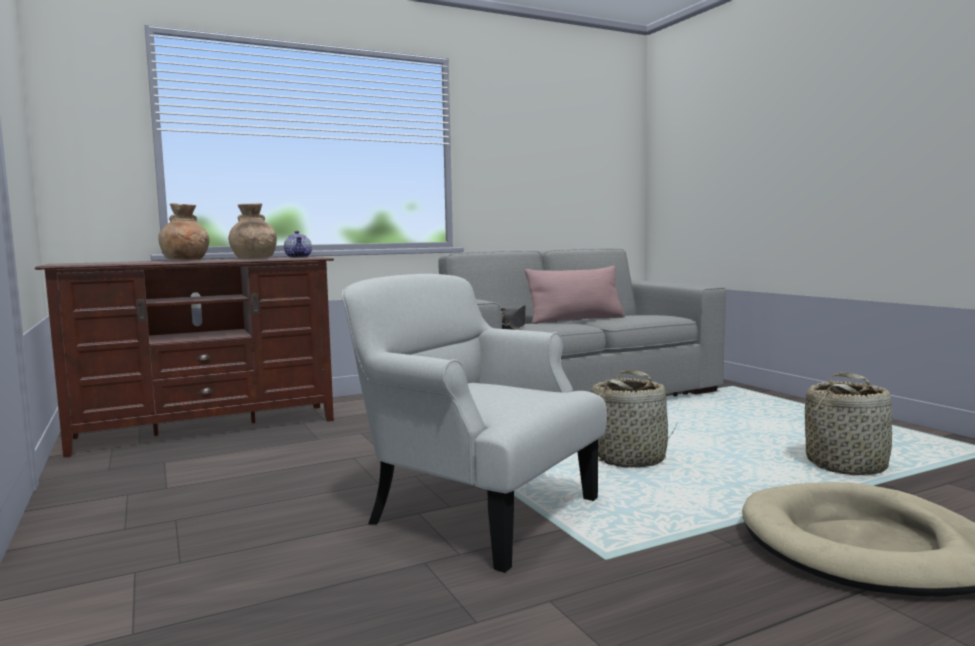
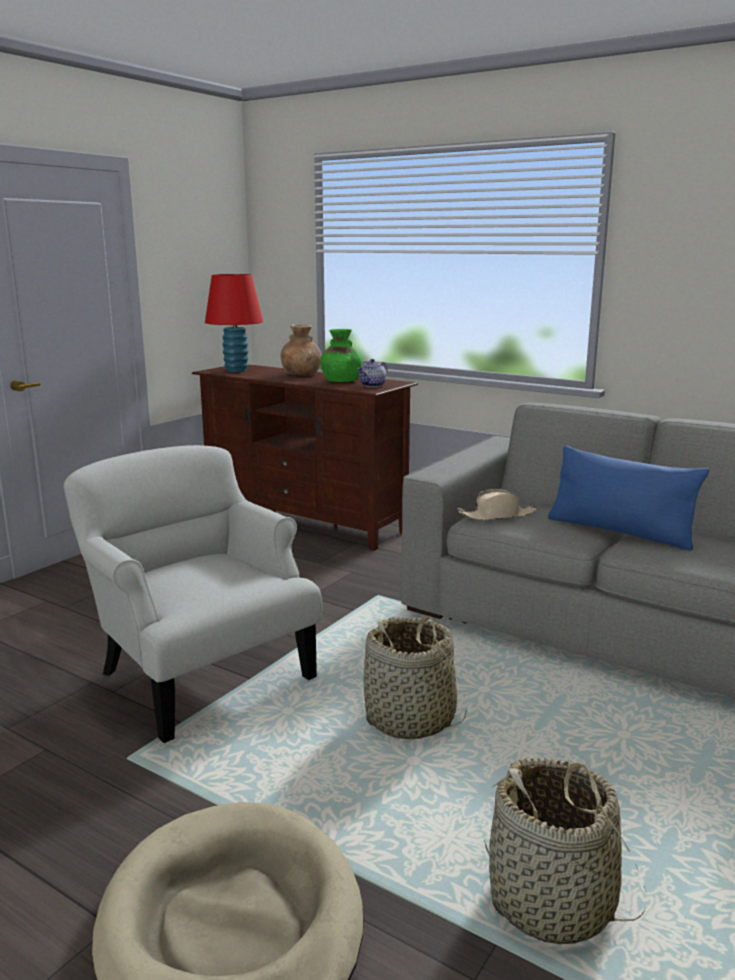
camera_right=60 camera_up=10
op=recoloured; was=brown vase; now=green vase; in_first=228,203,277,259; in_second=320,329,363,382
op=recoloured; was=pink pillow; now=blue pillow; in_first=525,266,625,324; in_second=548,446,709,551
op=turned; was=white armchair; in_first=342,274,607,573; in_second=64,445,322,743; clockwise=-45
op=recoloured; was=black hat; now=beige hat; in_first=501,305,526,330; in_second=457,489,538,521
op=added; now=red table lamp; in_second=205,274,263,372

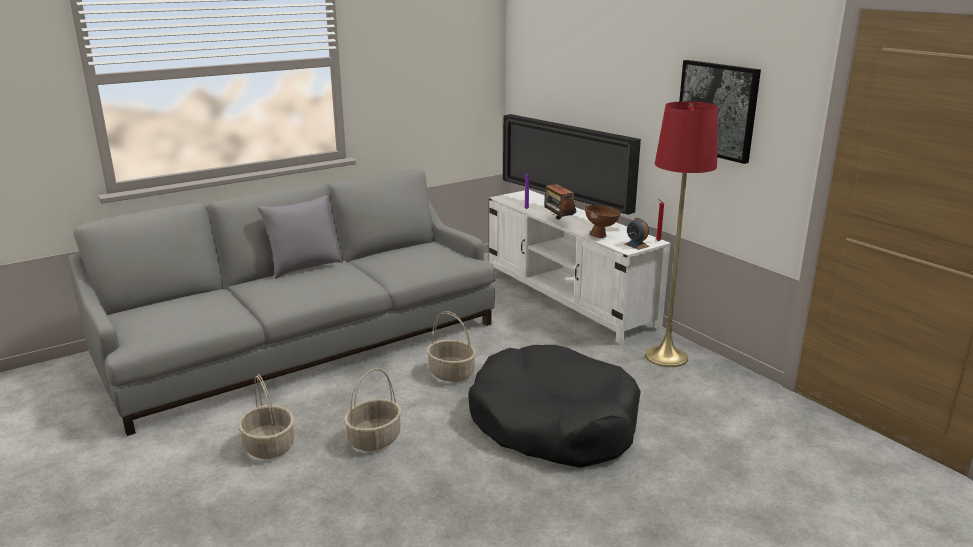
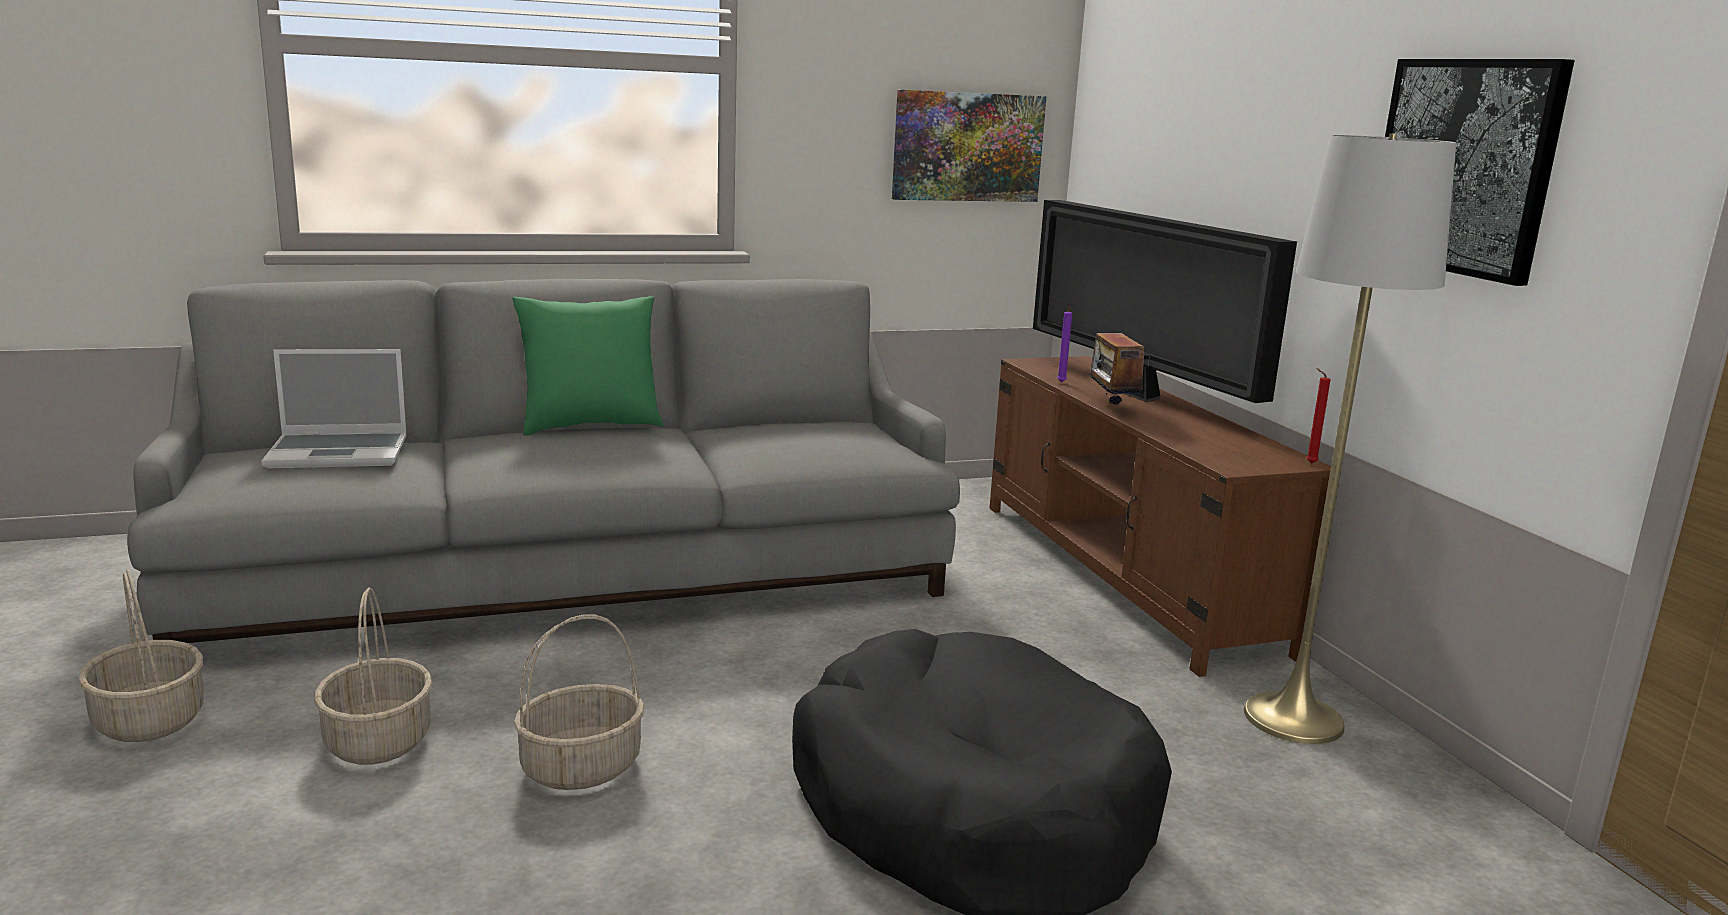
camera_right=15 camera_up=-5
op=recoloured; was=red floor lamp; now=grey floor lamp; in_first=645,101,718,367; in_second=1244,133,1456,744
op=recoloured; was=white tv stand; now=brown tv stand; in_first=489,190,671,345; in_second=989,356,1331,677
op=recoloured; was=grey pillow; now=green pillow; in_first=257,196,343,279; in_second=512,296,664,436
op=removed; was=brown bowl; in_first=585,205,622,238
op=removed; was=alarm clock; in_first=625,218,650,250
op=moved; was=basket; in_first=426,311,476,382; in_second=78,569,204,742
op=added; now=picture; in_second=892,89,1047,202
op=added; now=laptop; in_second=262,349,407,469

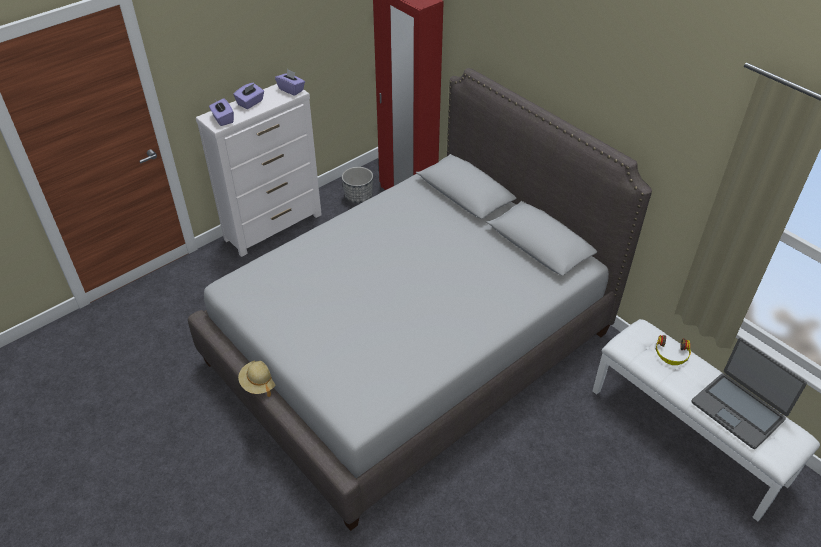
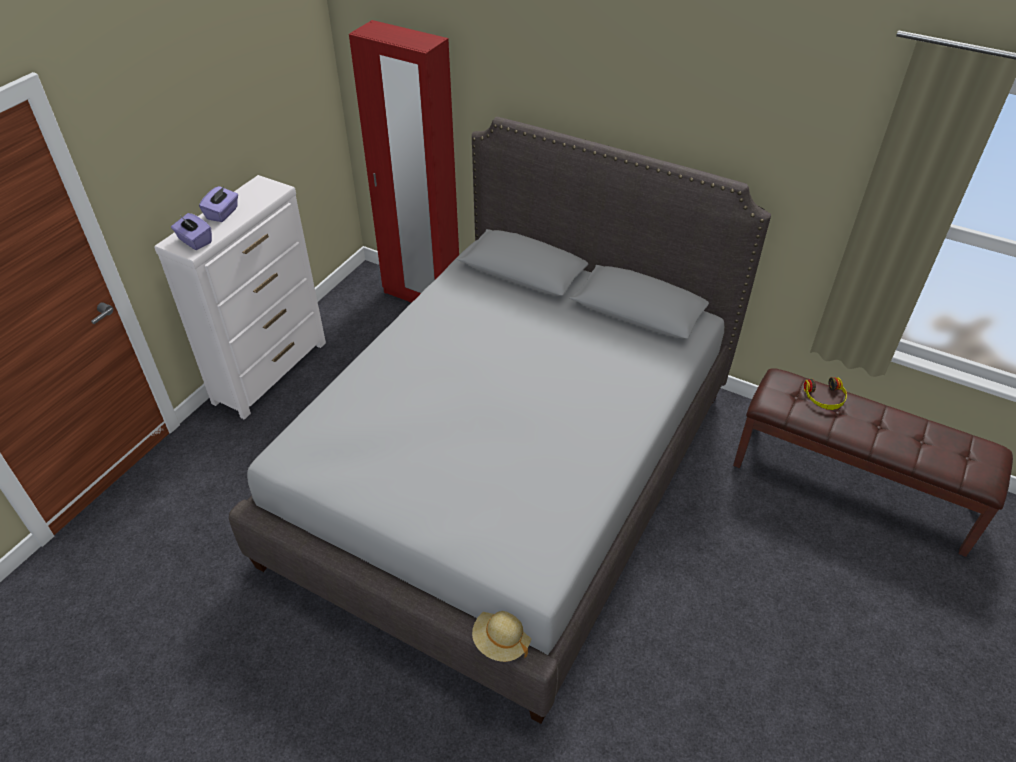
camera_right=-20 camera_up=0
op=removed; was=purple tissue box; in_first=275,69,305,96
op=removed; was=planter; in_first=342,167,373,203
op=recoloured; was=white bench; now=brown bench; in_first=592,319,820,521; in_second=733,368,1013,557
op=removed; was=laptop; in_first=691,338,807,449
op=moved; was=beige hat; in_first=238,361,276,397; in_second=472,611,531,662

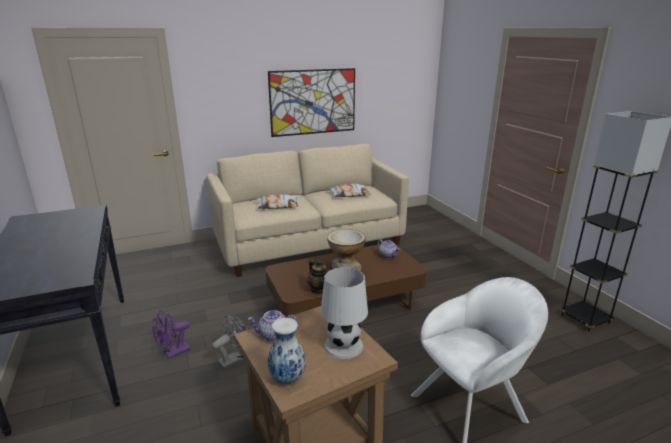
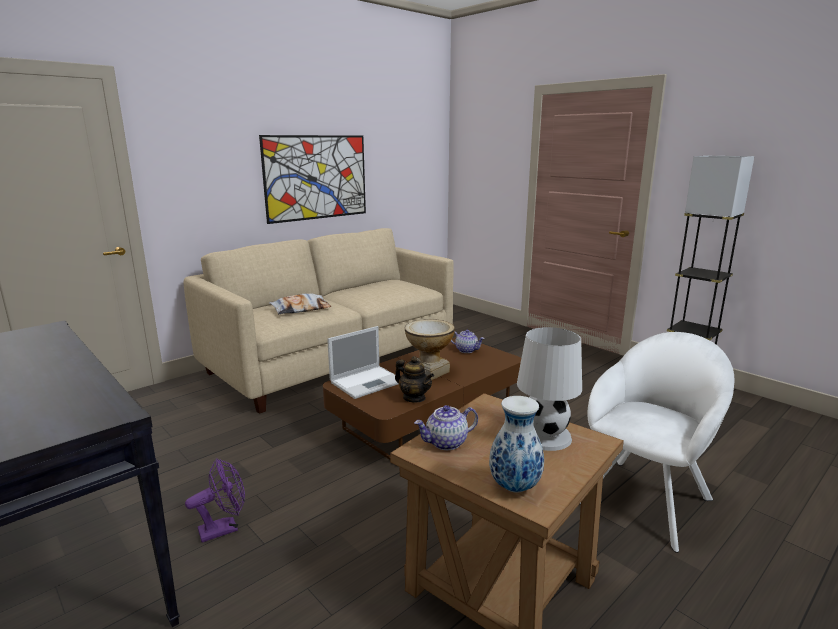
camera_right=-20 camera_up=-5
op=removed; was=pillow; in_first=329,184,371,197
op=turned; was=purple fan; in_first=152,310,190,359; in_second=185,458,245,543; clockwise=-150
op=removed; was=grey fan; in_first=212,315,247,369
op=added; now=laptop; in_second=327,326,399,399

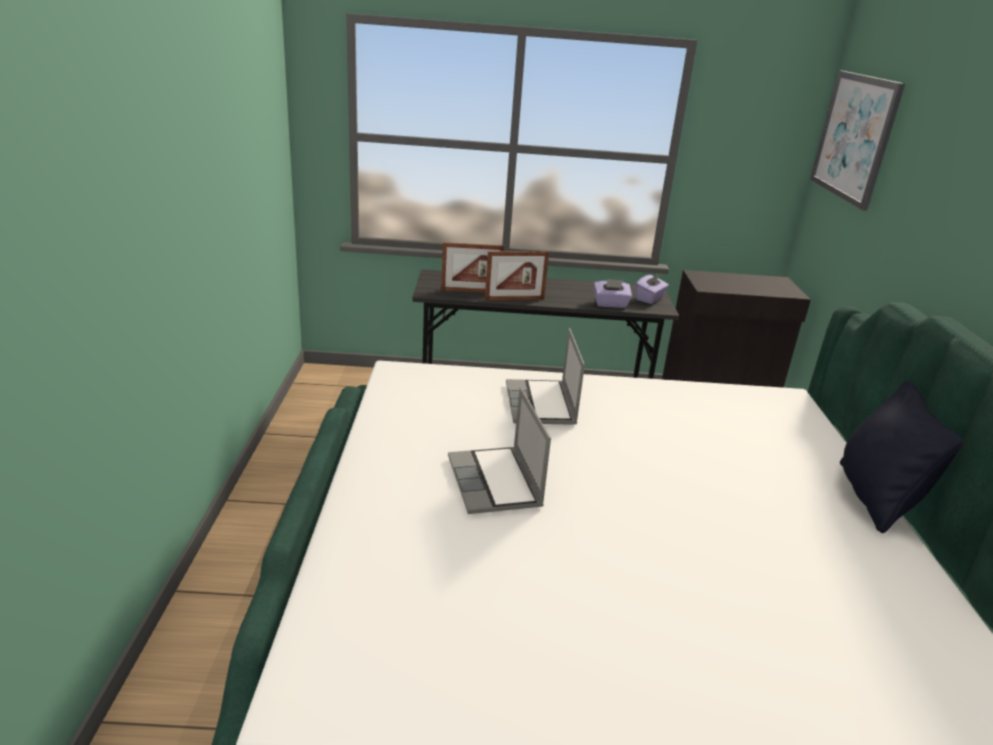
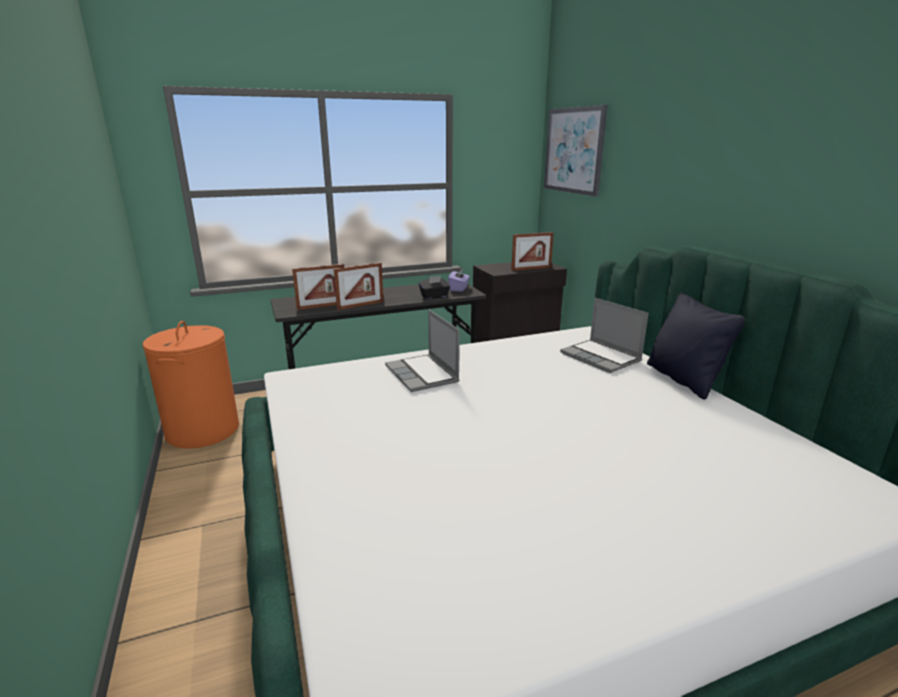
camera_right=-20 camera_up=-5
op=recoloured; was=purple tissue box; now=black tissue box; in_first=594,279,632,308; in_second=418,276,450,299
op=moved; was=laptop; in_first=448,387,551,514; in_second=560,298,649,373
op=added; now=picture frame; in_second=511,232,554,271
op=added; now=orange laundry basket; in_second=142,321,239,449

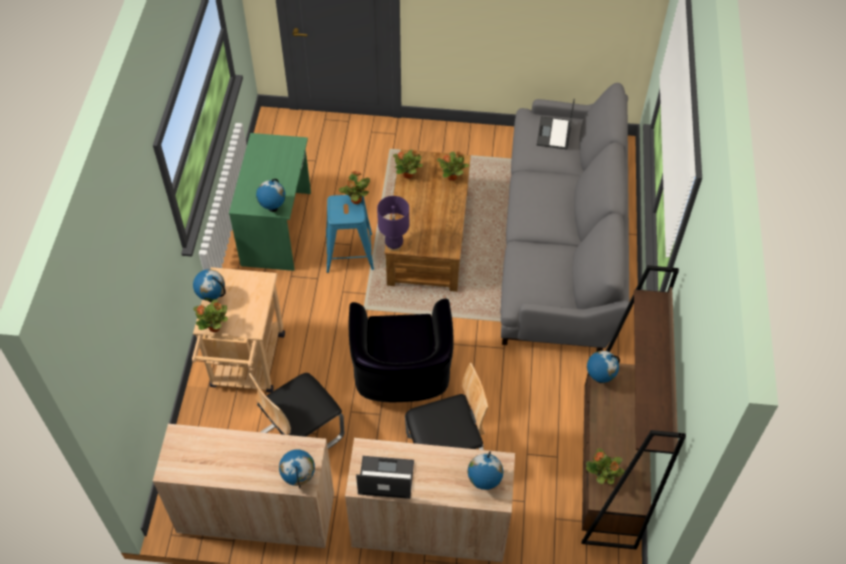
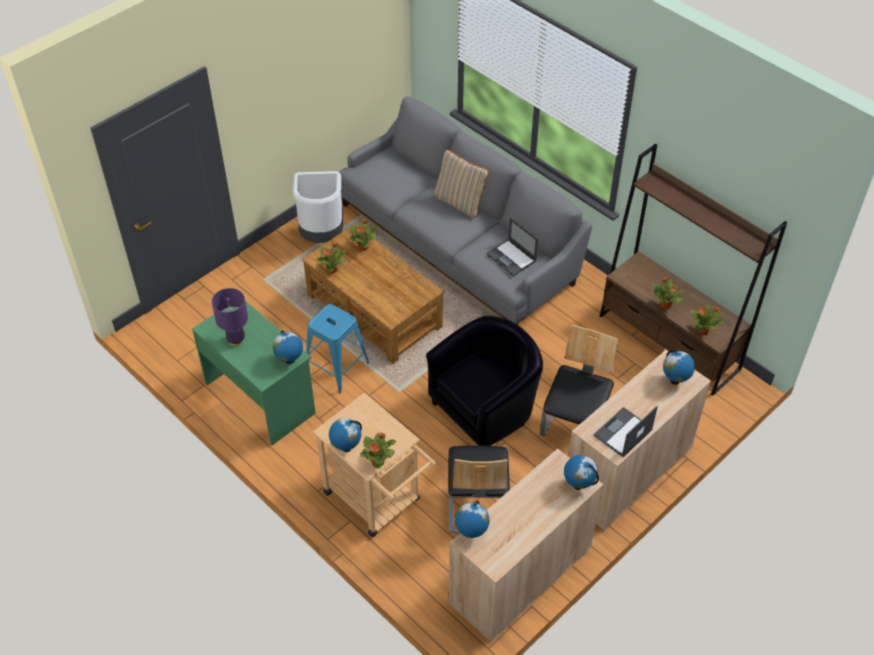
camera_right=-50 camera_up=-5
op=moved; was=laptop; in_first=536,99,575,150; in_second=486,217,538,276
op=moved; was=potted plant; in_first=339,171,370,204; in_second=653,277,685,310
op=moved; was=purple table lamp; in_first=377,196,409,251; in_second=212,288,248,346
op=turned; was=black armchair; in_first=349,298,454,402; in_second=426,316,543,446; clockwise=-75
op=moved; was=globe; in_first=587,351,620,383; in_second=455,501,489,538
op=added; now=beige pillow; in_second=434,150,489,218
op=added; now=white trash can; in_second=293,171,343,243

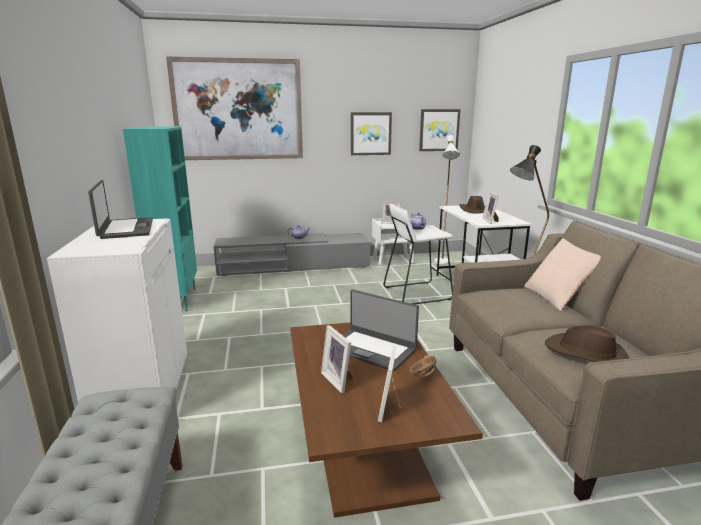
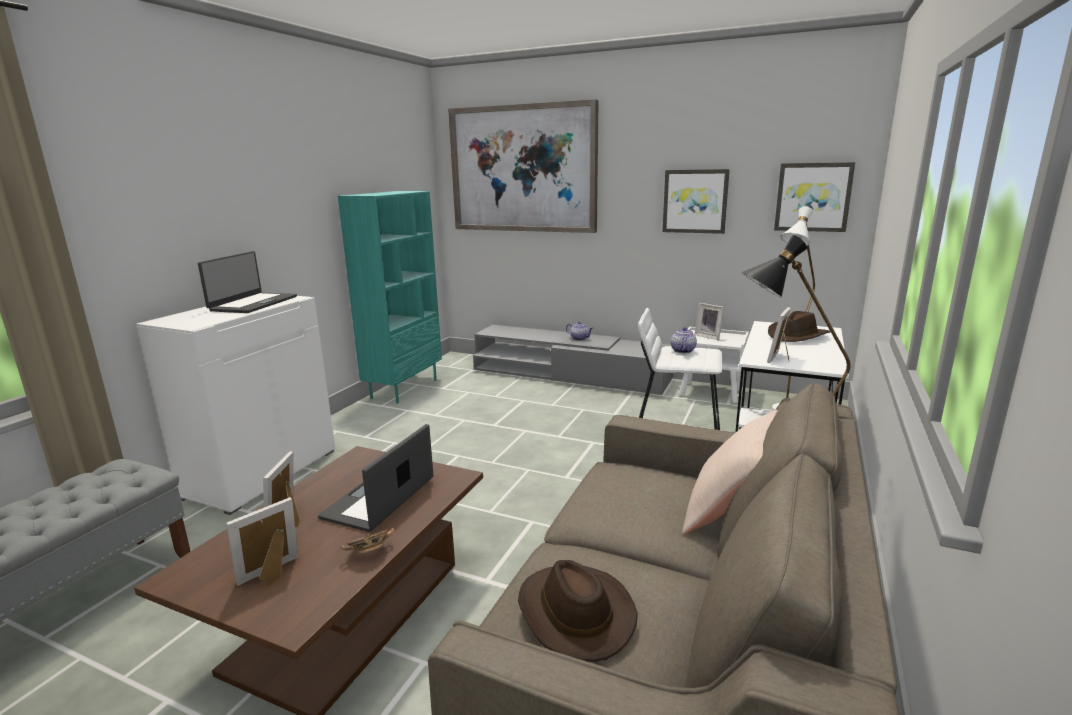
camera_right=35 camera_up=0
op=turned; was=laptop; in_first=342,290,419,371; in_second=318,424,434,532; clockwise=45

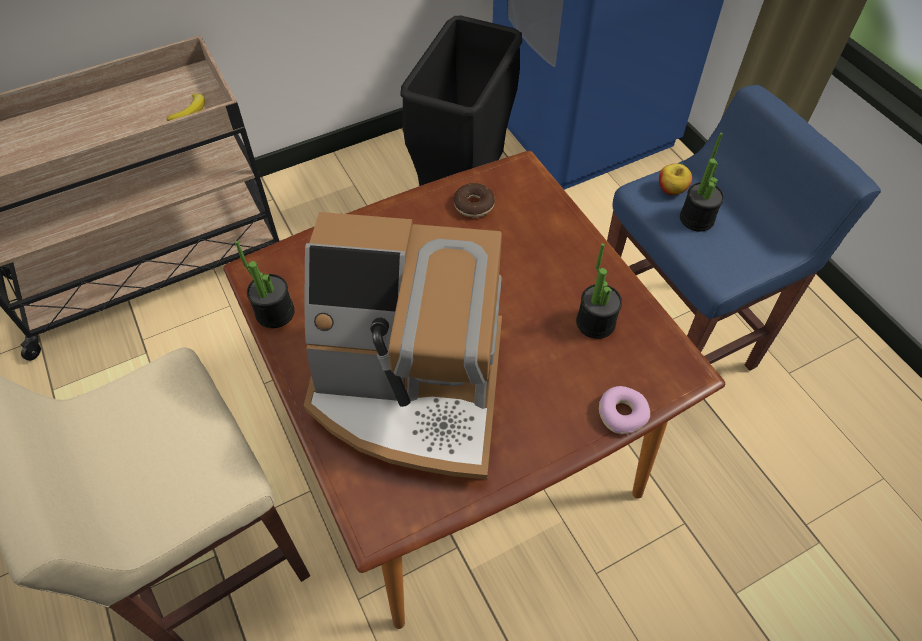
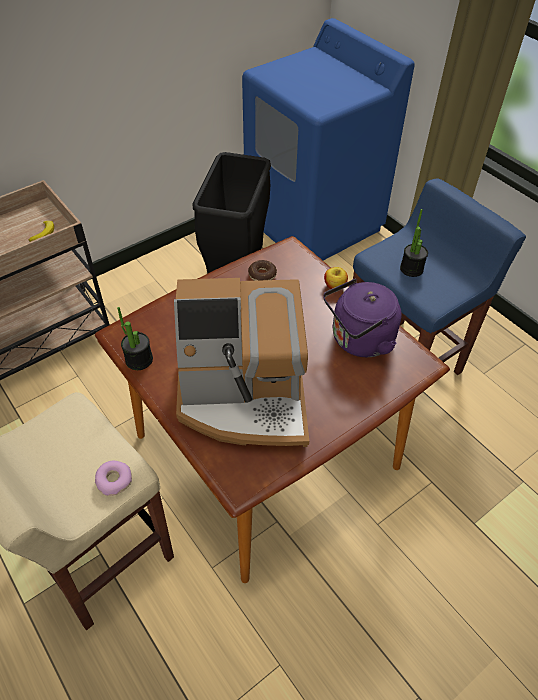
camera_right=-10 camera_up=-5
op=moved; was=apple; in_first=659,164,692,195; in_second=324,267,348,289
op=replaced; was=potted plant; now=purple kettle; in_first=576,243,622,339; in_second=323,278,402,357
op=moved; was=donut; in_first=599,386,650,434; in_second=95,461,132,496

